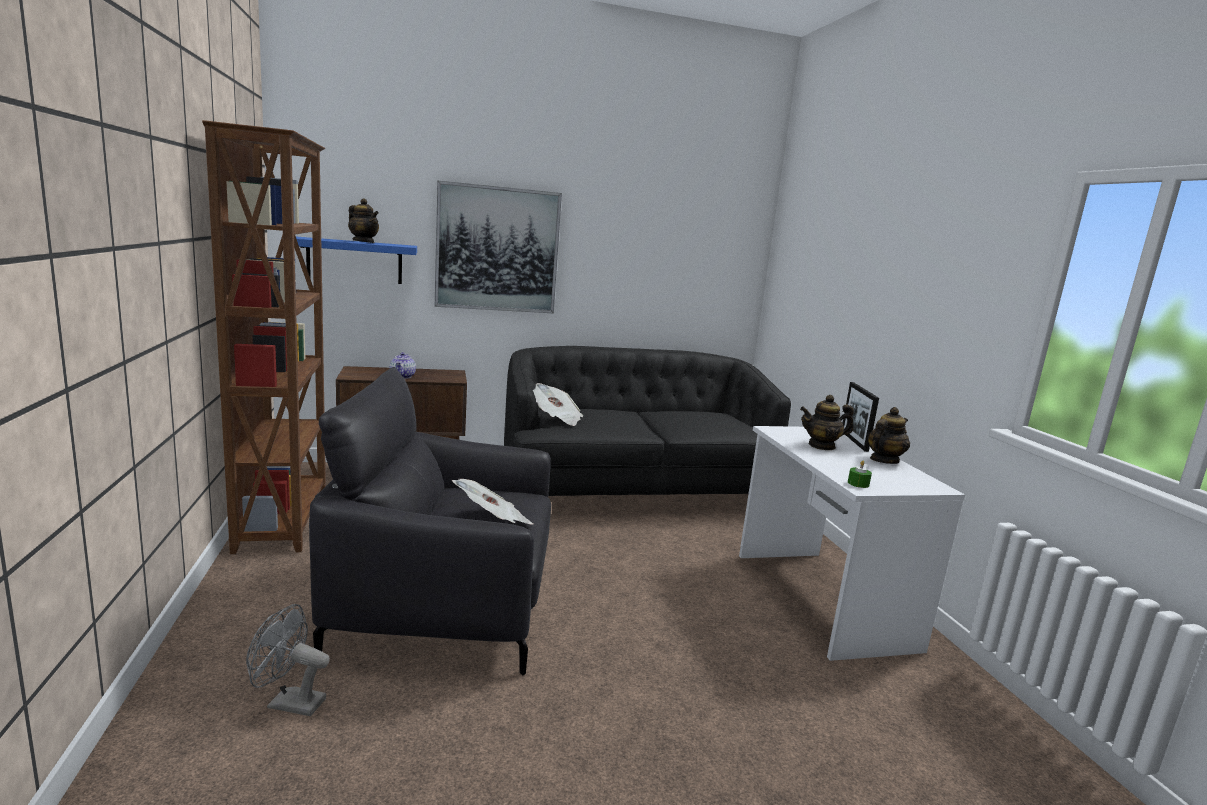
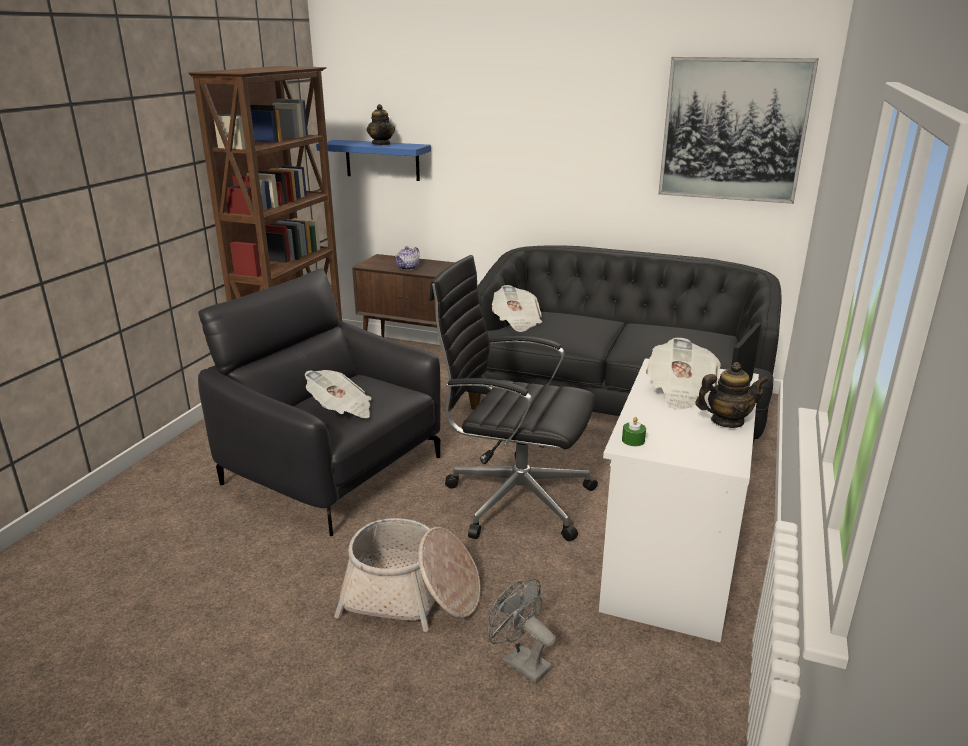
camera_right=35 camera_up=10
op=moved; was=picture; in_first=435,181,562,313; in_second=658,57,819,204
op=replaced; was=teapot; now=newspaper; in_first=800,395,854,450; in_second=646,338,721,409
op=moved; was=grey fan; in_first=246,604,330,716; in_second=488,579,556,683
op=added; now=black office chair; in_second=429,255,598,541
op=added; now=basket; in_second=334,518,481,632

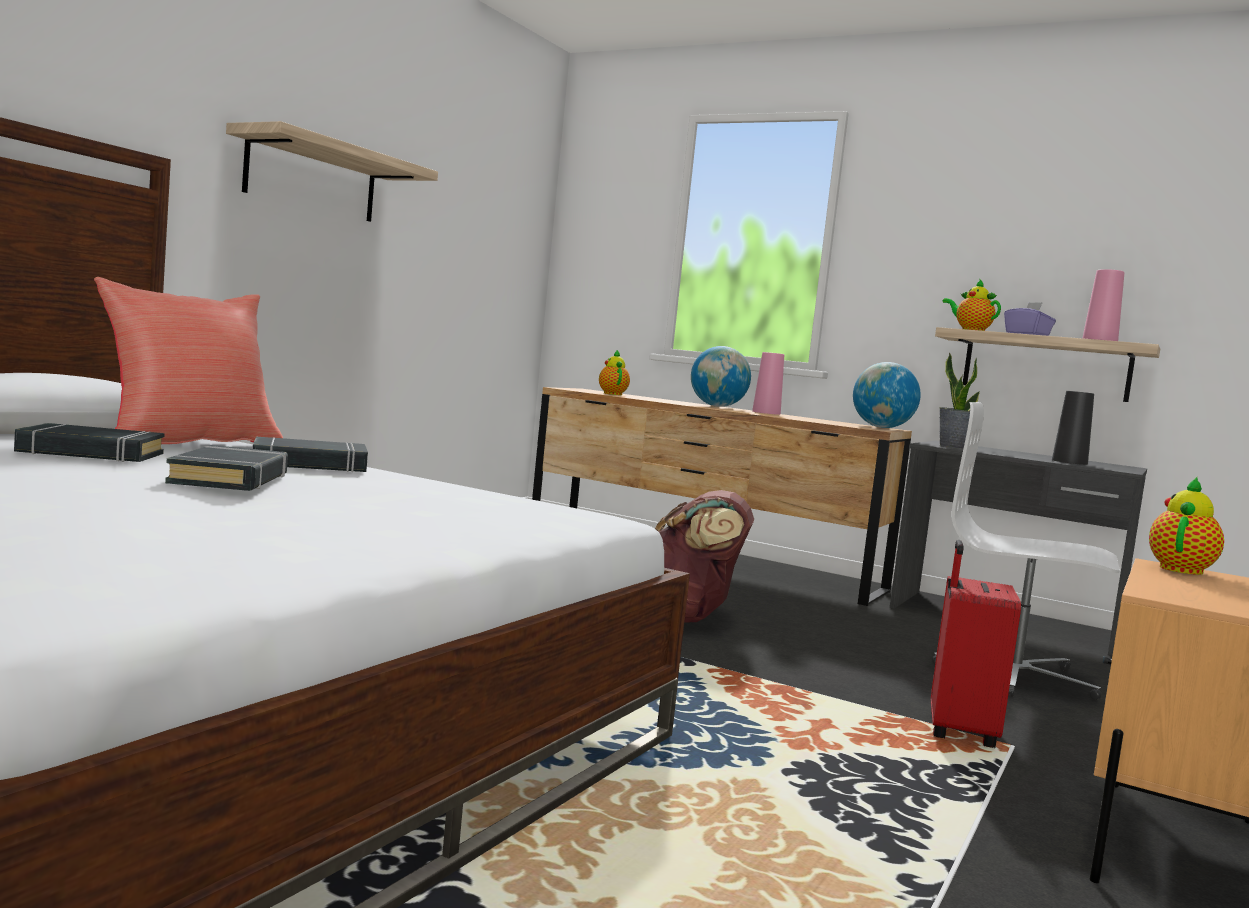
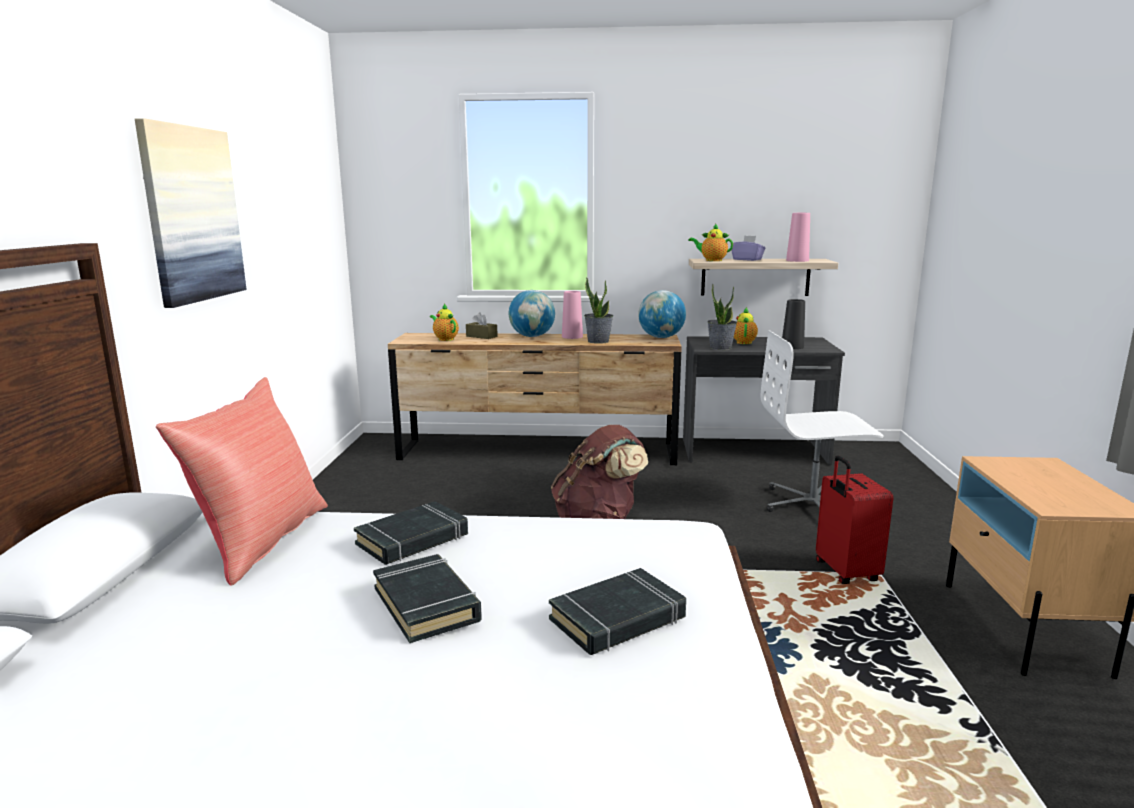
camera_right=-25 camera_up=10
op=replaced; was=shelf; now=picture; in_first=226,121,438,222; in_second=135,118,246,308
op=moved; was=black book; in_first=14,423,165,462; in_second=549,568,686,655
op=moved; was=teapot; in_first=1149,477,1224,575; in_second=734,307,758,344
op=added; now=potted plant; in_second=584,277,613,344
op=added; now=brown tissue box; in_second=466,313,498,339

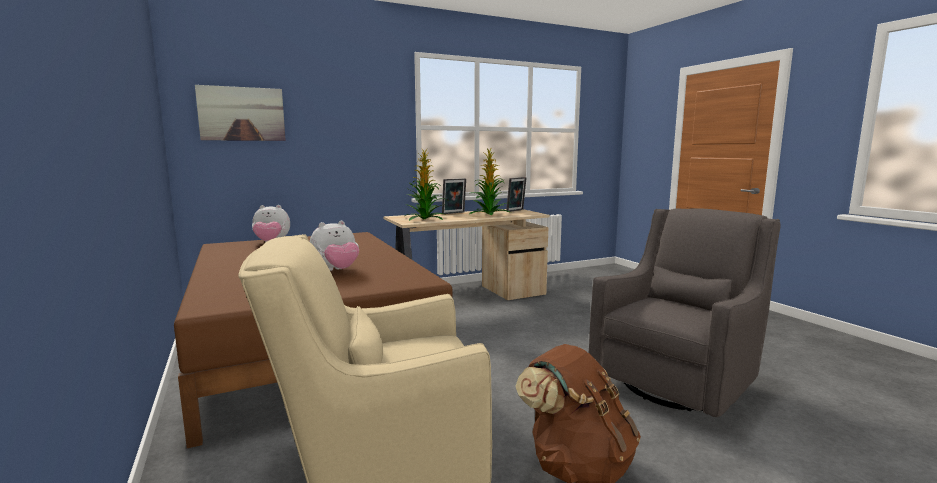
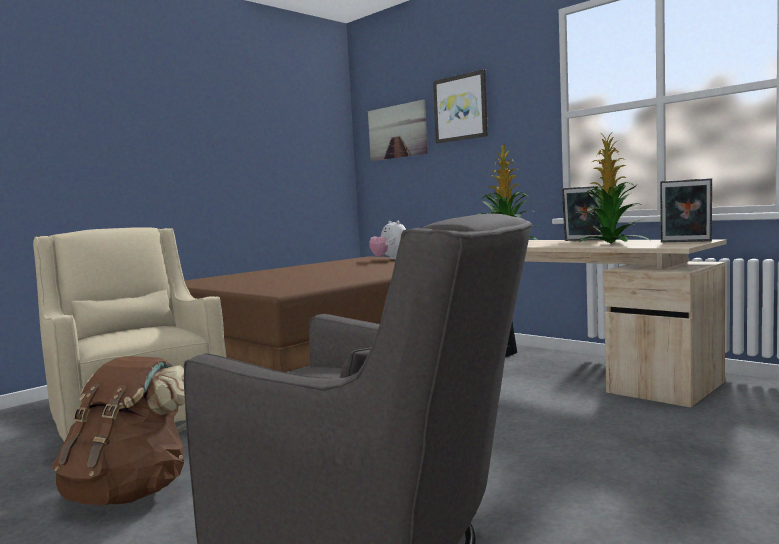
camera_right=70 camera_up=-5
op=removed; was=plush toy; in_first=310,221,359,271
op=added; now=picture; in_second=433,69,488,143

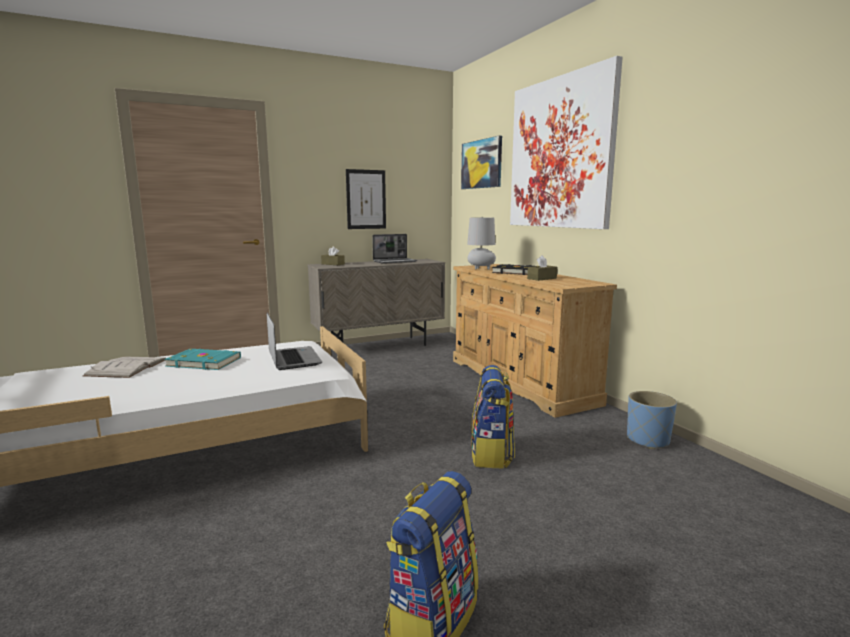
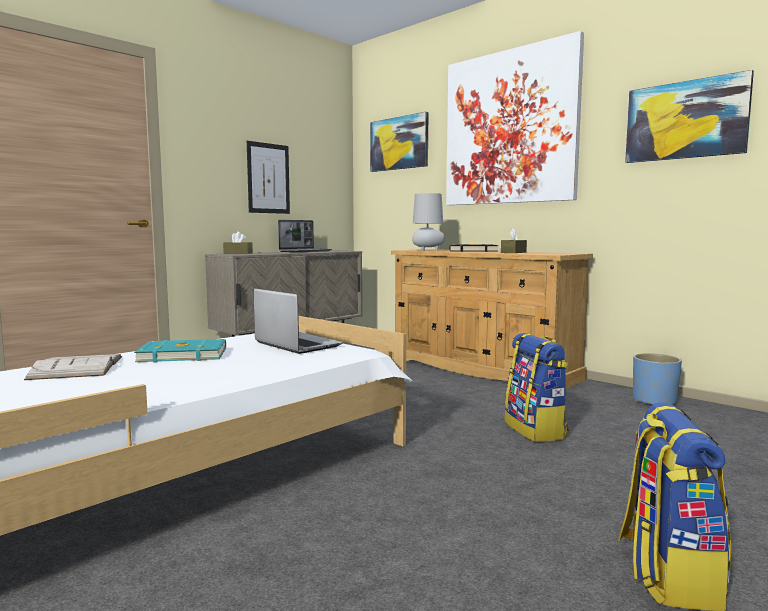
camera_right=-20 camera_up=-5
op=added; now=picture; in_second=625,70,754,163

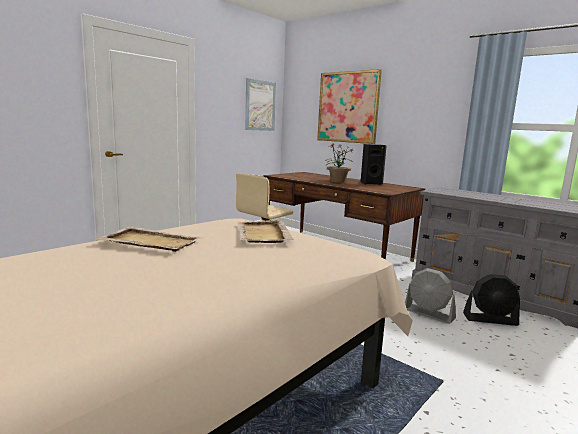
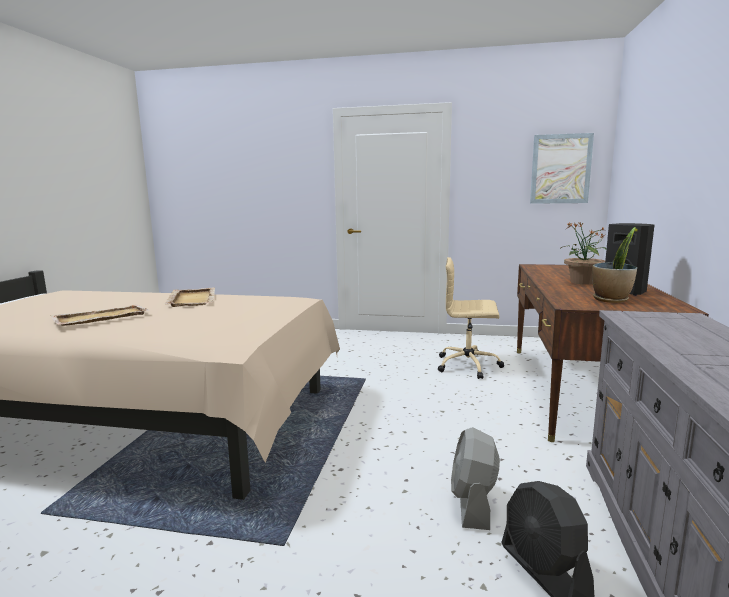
camera_right=60 camera_up=0
op=removed; was=picture; in_first=317,69,382,144
op=moved; was=beige tray; in_first=238,220,294,243; in_second=50,304,149,326
op=added; now=potted plant; in_second=592,227,637,303

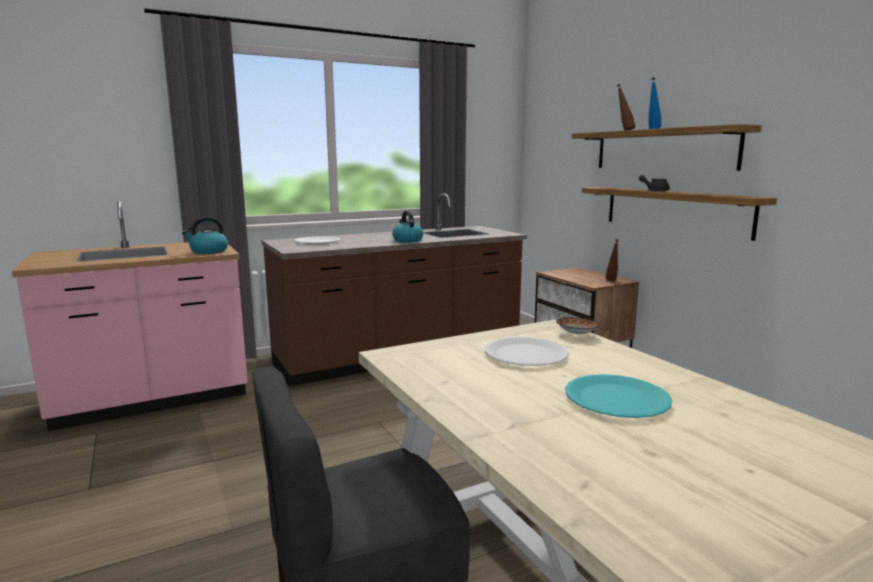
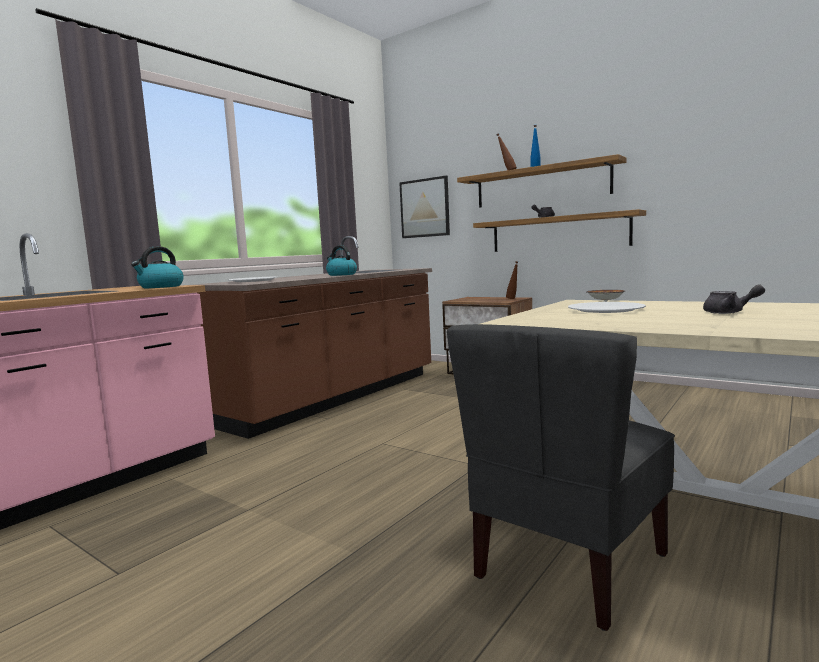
camera_right=-25 camera_up=-5
op=replaced; was=turquoise plate; now=grey teapot; in_first=565,374,672,418; in_second=703,285,765,314
op=added; now=picture; in_second=399,176,450,238

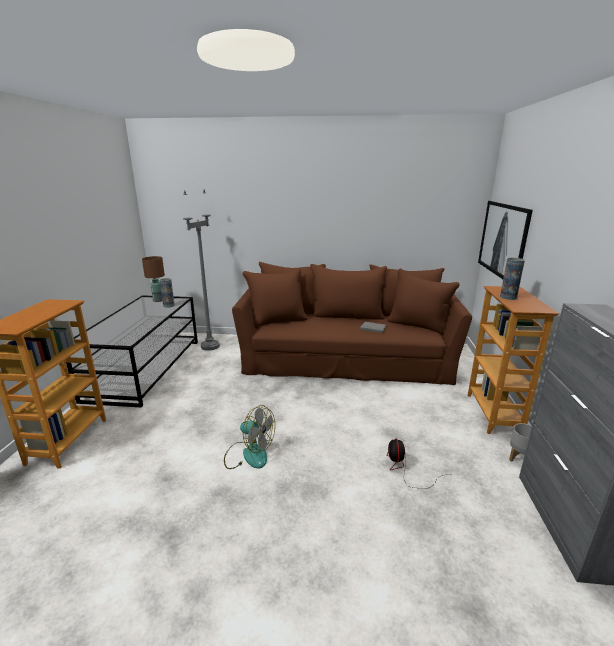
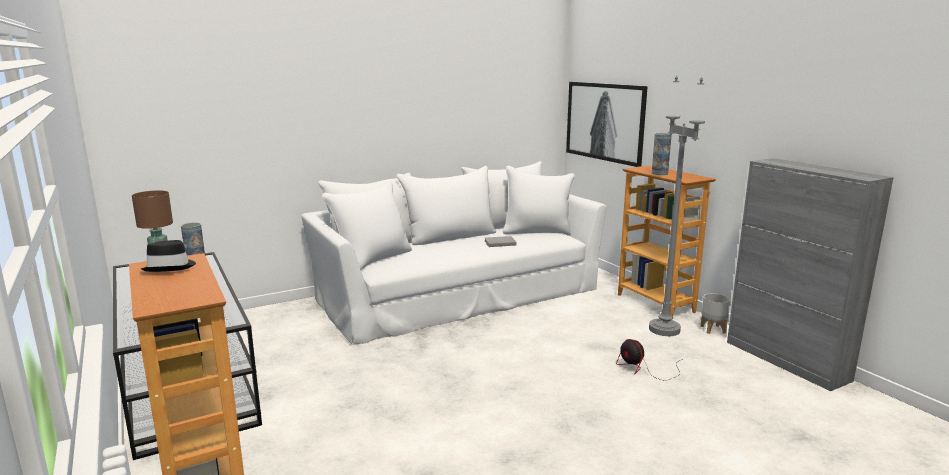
camera_right=-35 camera_up=-5
op=moved; was=grey floor lamp; in_first=183,189,220,351; in_second=649,76,705,336
op=recoloured; was=brown sofa; now=white sofa; in_first=232,262,472,385; in_second=301,161,606,344
op=removed; was=fan; in_first=224,405,275,469
op=added; now=black hat; in_second=140,240,196,272

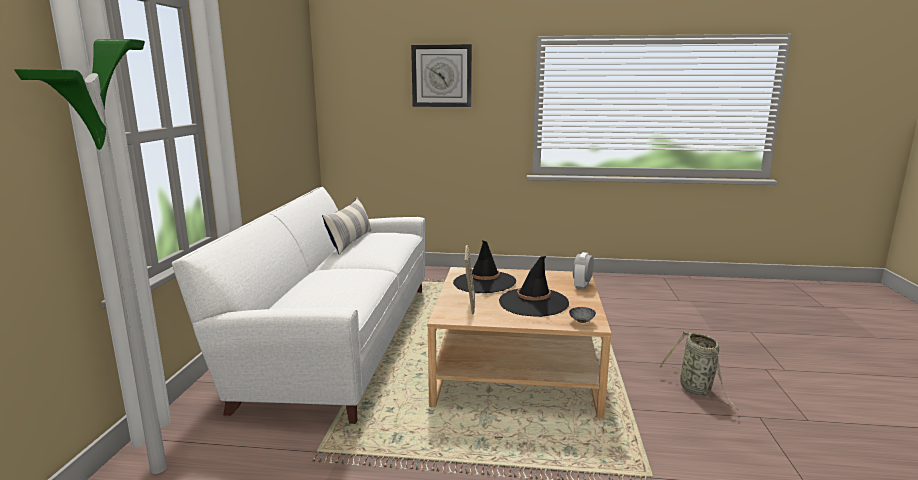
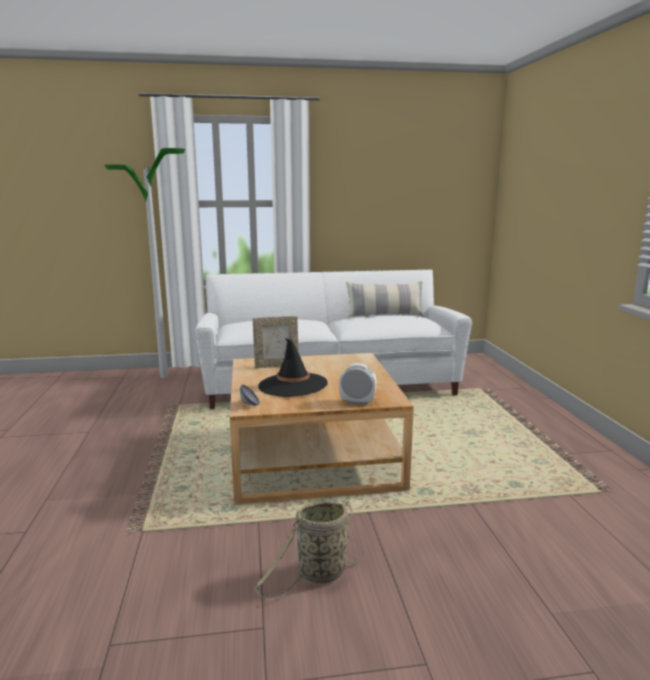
camera_right=75 camera_up=0
op=removed; was=wall clock; in_first=411,44,472,107
op=removed; was=black hat; in_first=453,240,516,293

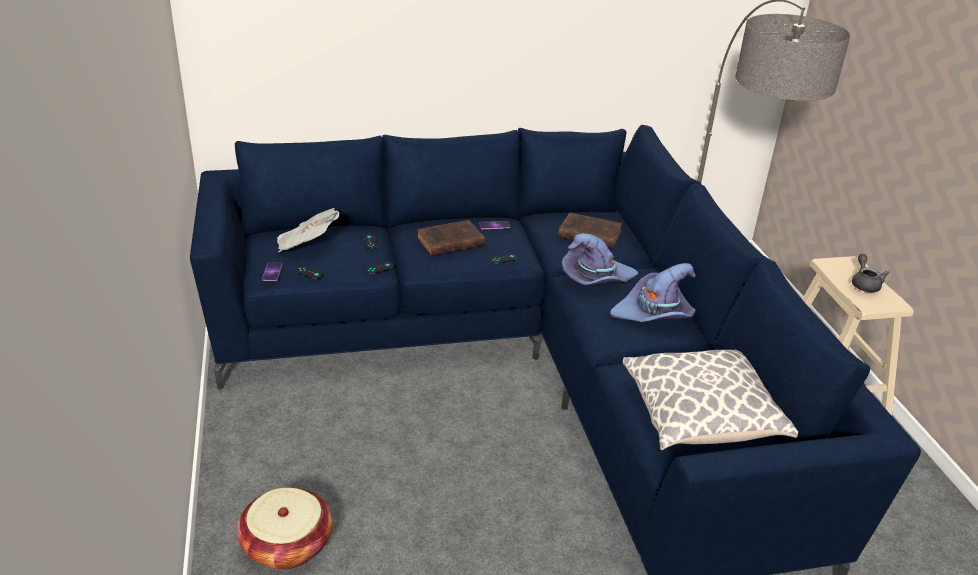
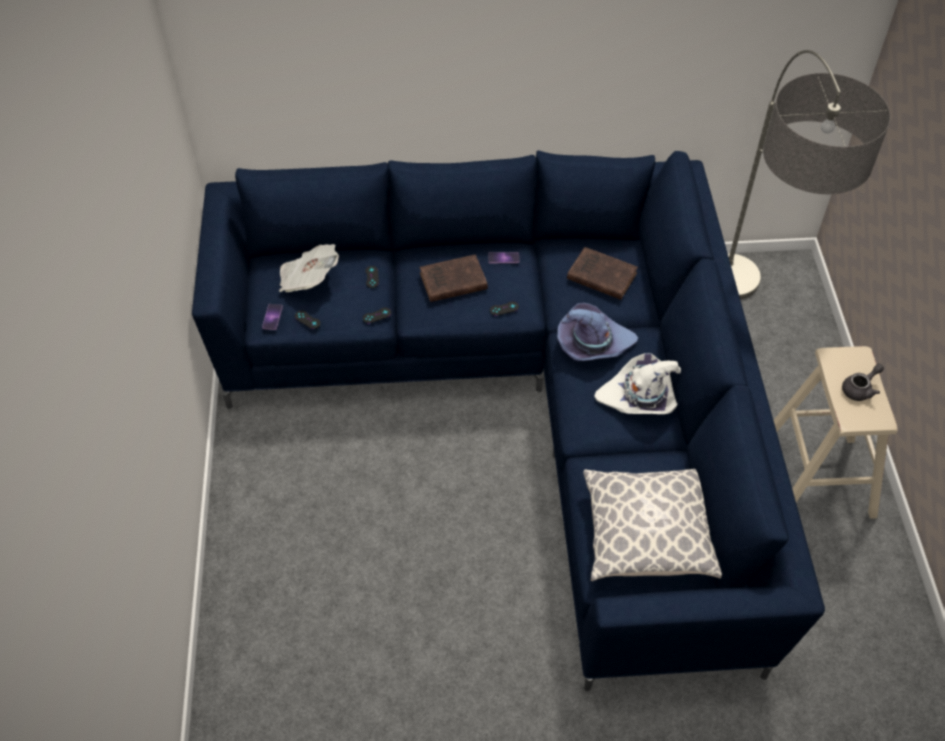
camera_right=10 camera_up=20
op=turned; was=grey teapot; in_first=852,254,890,292; in_second=842,363,884,401; clockwise=45
op=recoloured; was=purple hat; now=white hat; in_first=610,263,696,322; in_second=594,353,681,415
op=removed; was=basket; in_first=237,487,333,570

